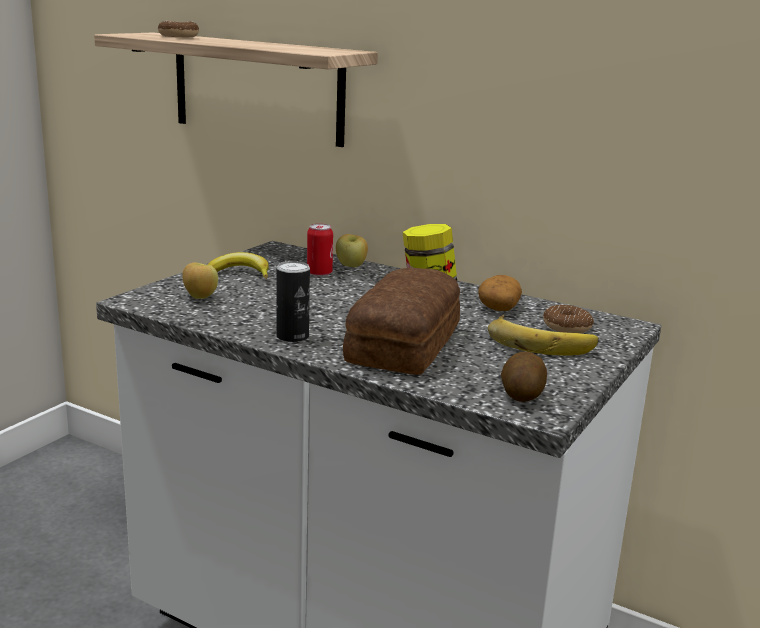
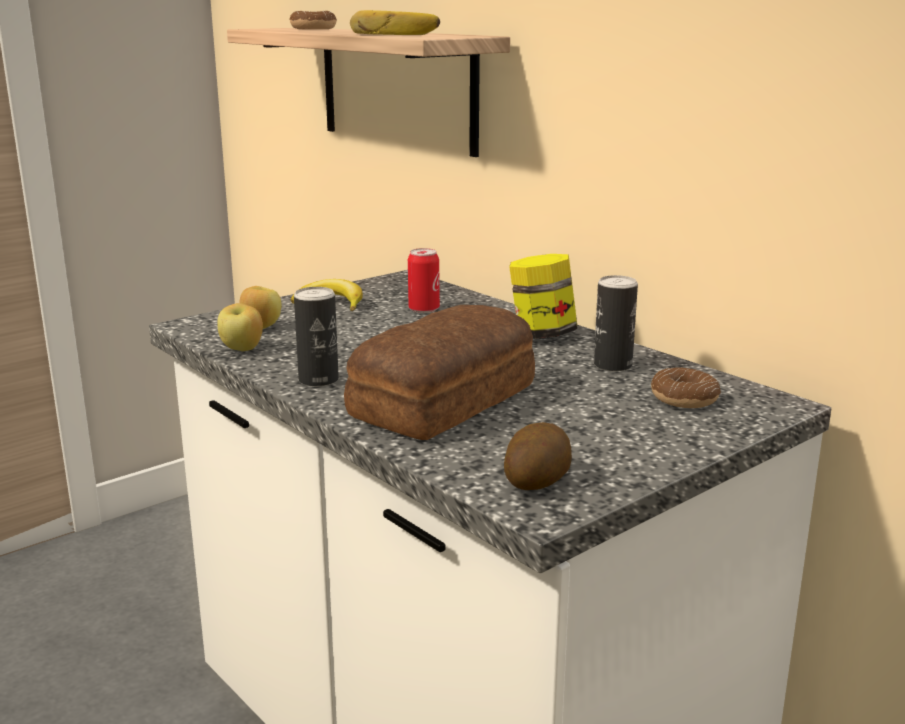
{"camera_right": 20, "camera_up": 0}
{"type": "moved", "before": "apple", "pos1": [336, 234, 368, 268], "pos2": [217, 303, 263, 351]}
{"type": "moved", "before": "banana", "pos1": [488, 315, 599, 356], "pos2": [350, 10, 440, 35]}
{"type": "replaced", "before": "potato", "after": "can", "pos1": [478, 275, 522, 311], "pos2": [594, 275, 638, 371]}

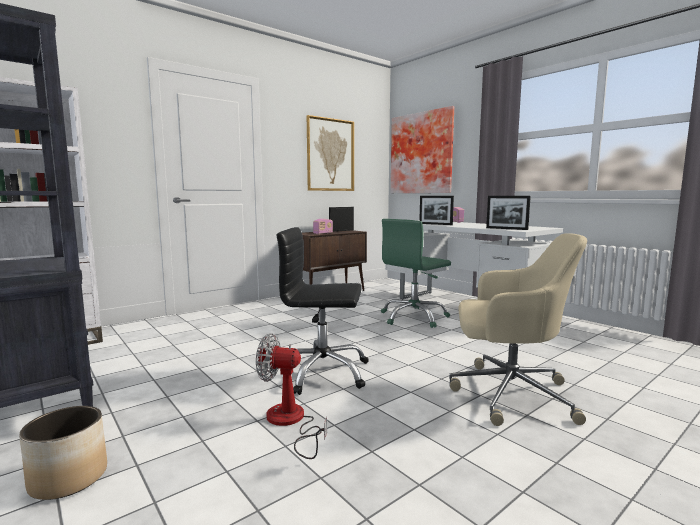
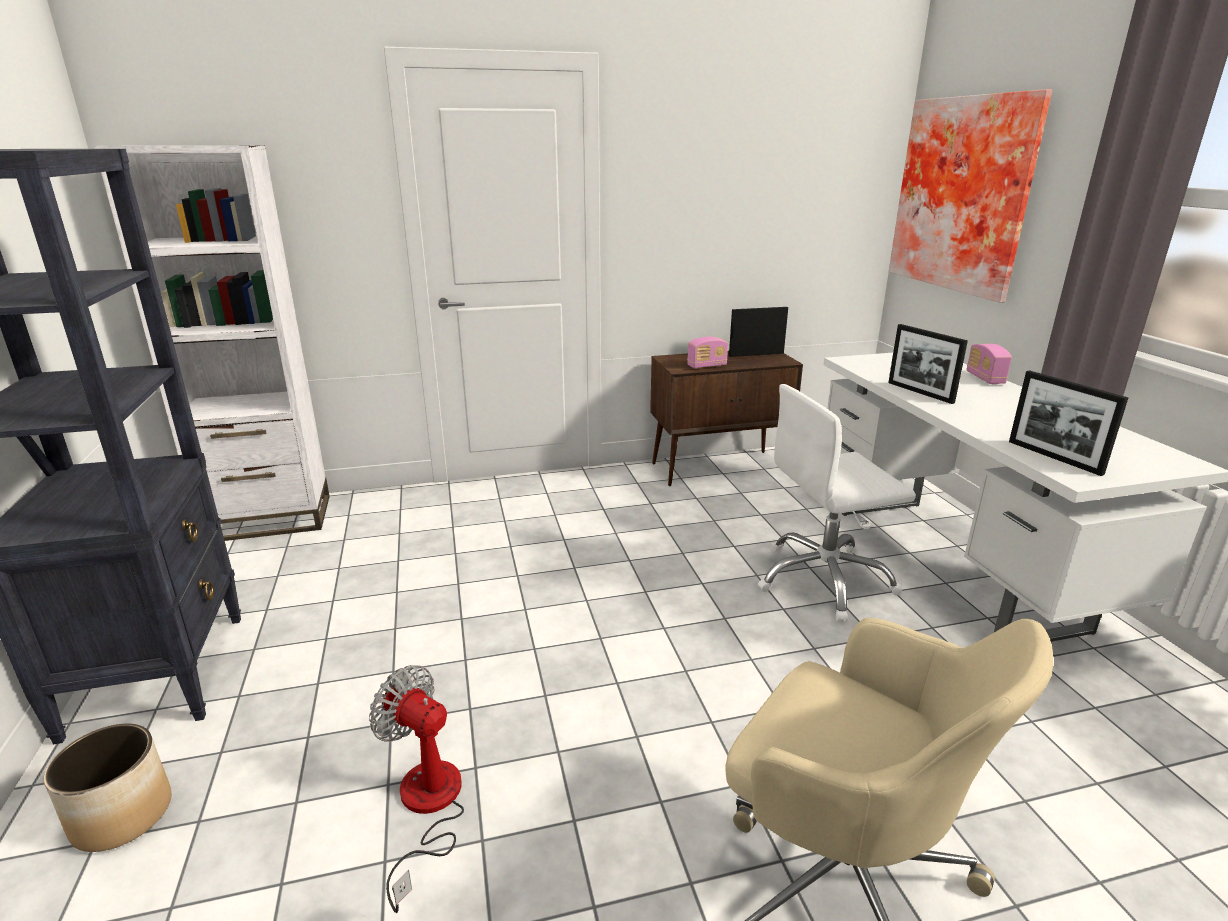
{"camera_right": 25, "camera_up": 15}
{"type": "recoloured", "before": "office chair (green)", "after": "office chair (white)", "pos1": [381, 219, 451, 328], "pos2": [758, 384, 916, 622]}
{"type": "removed", "before": "office chair (black)", "pos1": [271, 227, 369, 395]}
{"type": "removed", "before": "picture", "pos1": [307, 115, 354, 191]}

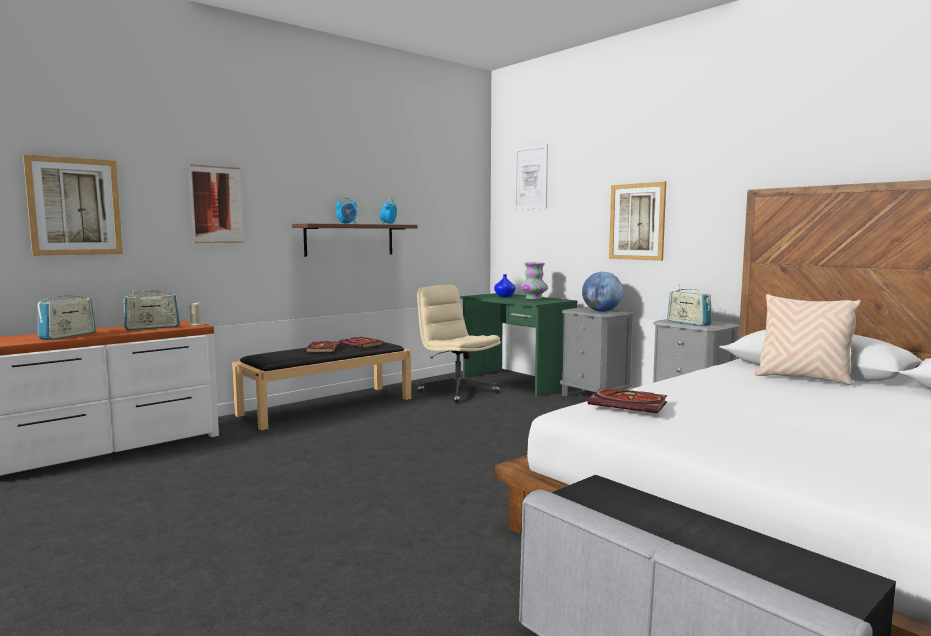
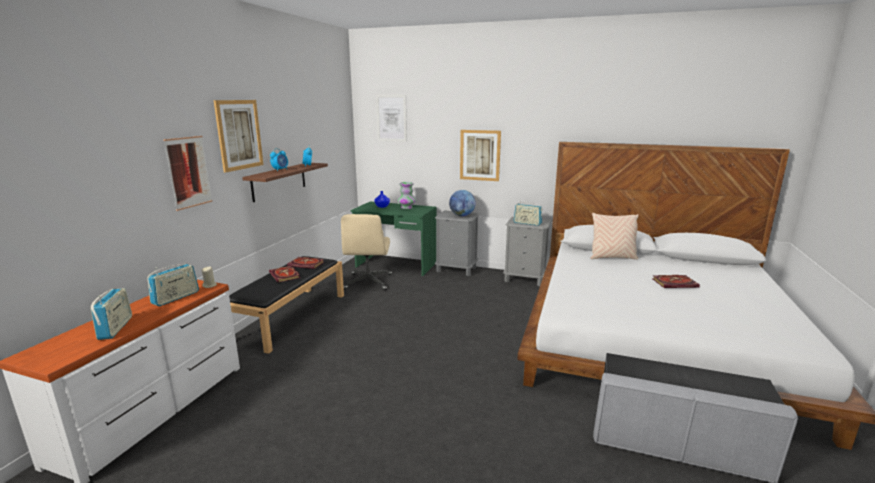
{"camera_right": -30, "camera_up": 10}
{"type": "moved", "before": "picture", "pos1": [23, 154, 123, 256], "pos2": [214, 100, 264, 173]}
{"type": "turned", "before": "office chair (beige)", "pos1": [417, 285, 501, 403], "pos2": [341, 214, 392, 291], "turn": -105}
{"type": "moved", "before": "book", "pos1": [588, 388, 668, 413], "pos2": [652, 275, 700, 288]}

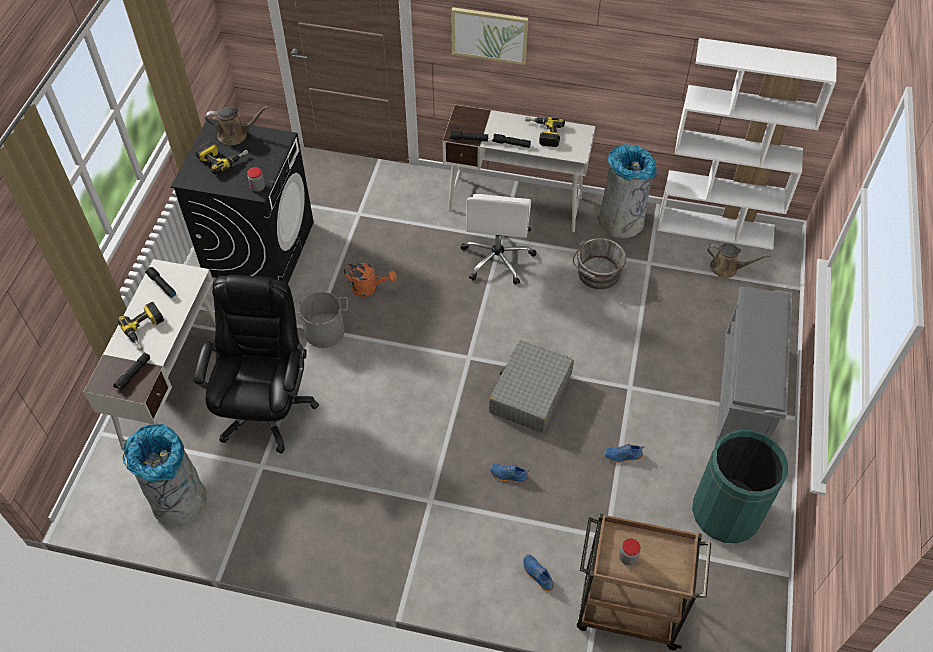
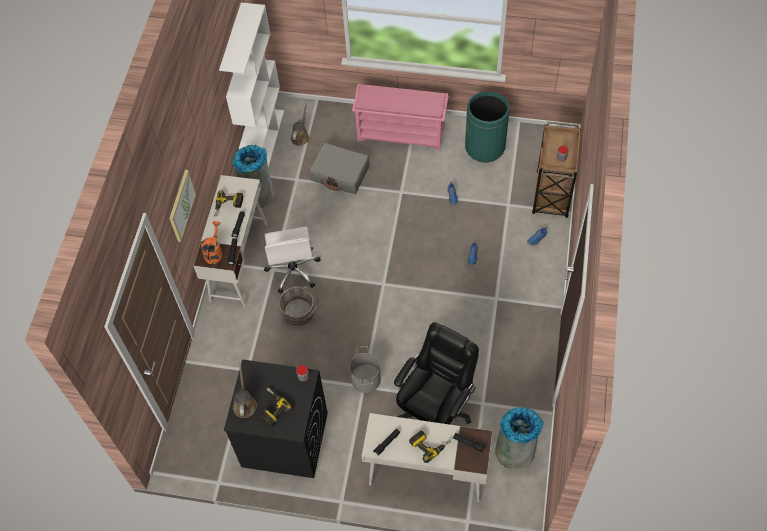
{"camera_right": -90, "camera_up": 5}
{"type": "moved", "before": "watering can (orange)", "pos1": [343, 263, 397, 297], "pos2": [201, 221, 222, 264]}
{"type": "turned", "before": "office chair (white)", "pos1": [460, 194, 537, 285], "pos2": [264, 227, 320, 293], "turn": 75}
{"type": "moved", "before": "bucket (grey)", "pos1": [573, 238, 626, 289], "pos2": [278, 286, 319, 325]}
{"type": "moved", "before": "suitcase (grey)", "pos1": [489, 340, 574, 433], "pos2": [309, 143, 369, 194]}
{"type": "recoloured", "before": "shoe rack (grey)", "after": "shoe rack (pink)", "pos1": [715, 286, 792, 446], "pos2": [352, 84, 449, 150]}
{"type": "turned", "before": "office chair (black)", "pos1": [193, 275, 319, 454], "pos2": [394, 322, 479, 424], "turn": 120}

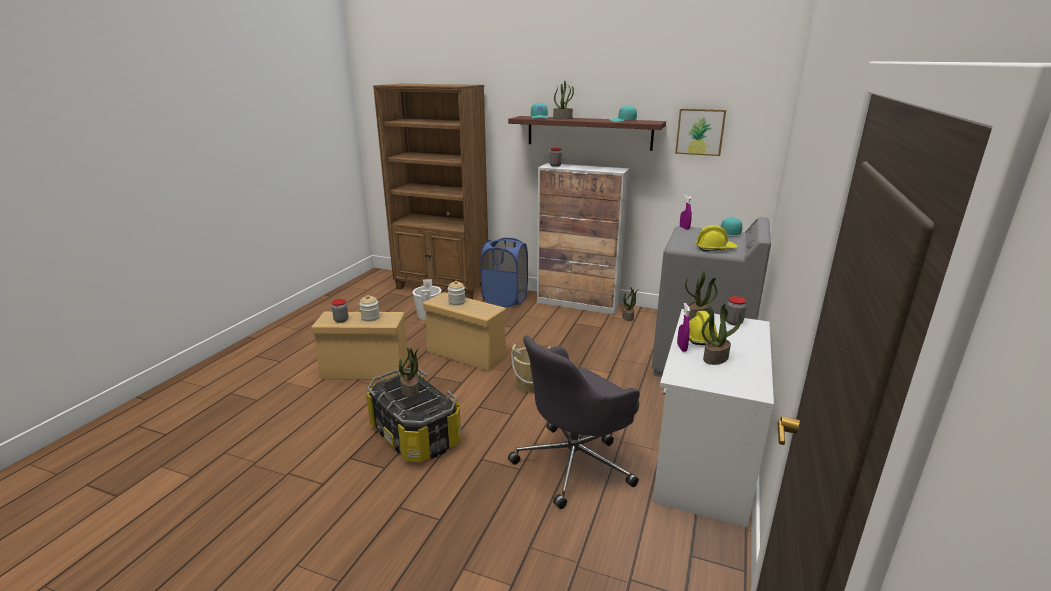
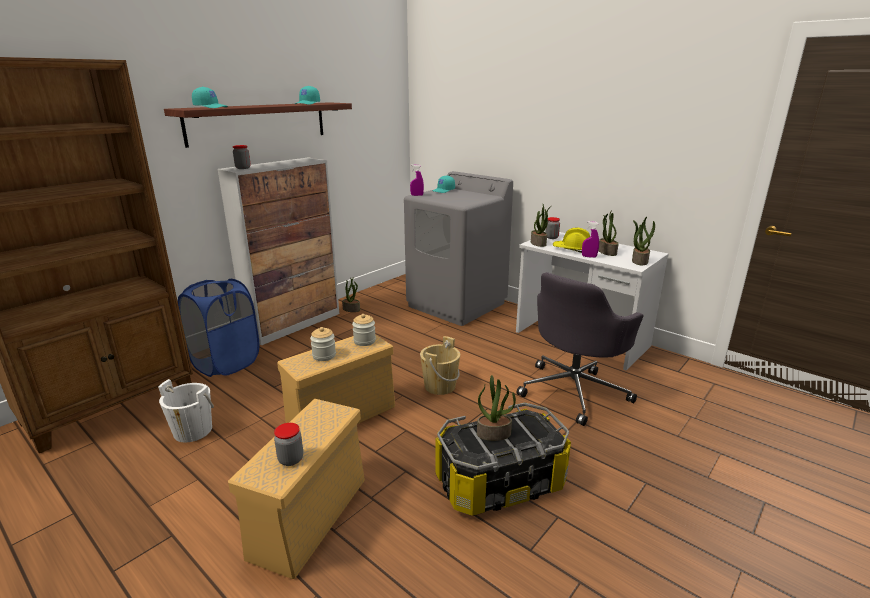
{"camera_right": -70, "camera_up": 0}
{"type": "moved", "before": "jar", "pos1": [359, 295, 380, 321], "pos2": [352, 314, 376, 346]}
{"type": "turned", "before": "office chair (grey)", "pos1": [508, 336, 640, 509], "pos2": [517, 272, 644, 426], "turn": 60}
{"type": "moved", "before": "potted plant", "pos1": [553, 81, 574, 119], "pos2": [632, 217, 655, 265]}
{"type": "removed", "before": "picture", "pos1": [675, 108, 726, 156]}
{"type": "removed", "before": "hard hat (yellow)", "pos1": [696, 225, 738, 252]}

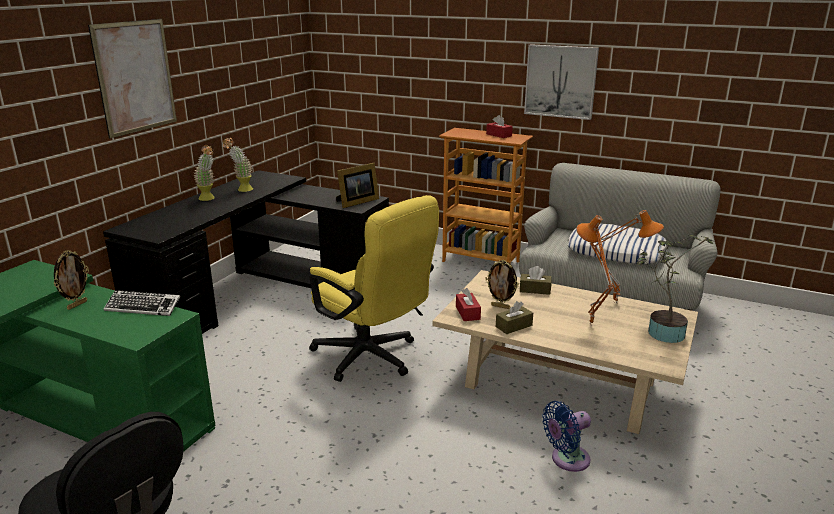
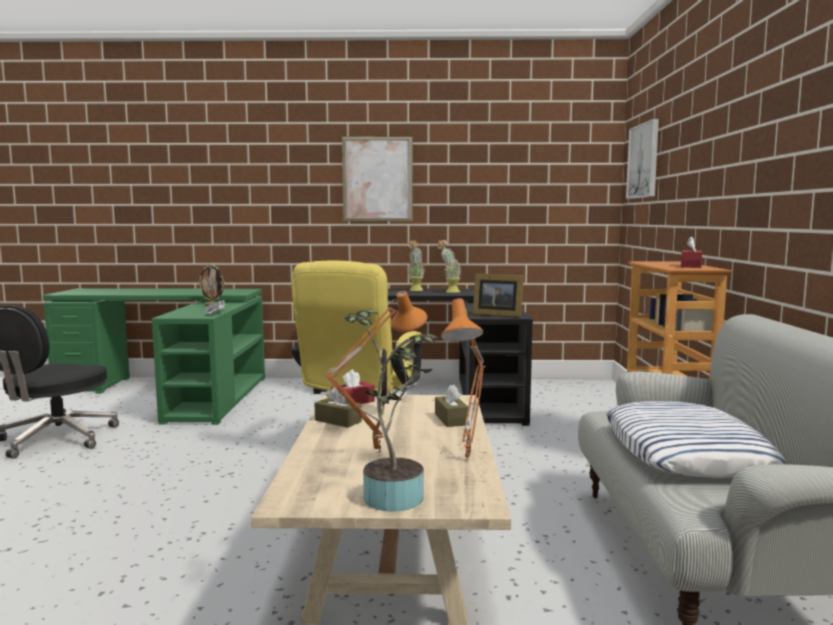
{"camera_right": 65, "camera_up": -15}
{"type": "moved", "before": "picture", "pos1": [524, 44, 599, 120], "pos2": [626, 119, 659, 199]}
{"type": "removed", "before": "fan (blue)", "pos1": [542, 401, 591, 472]}

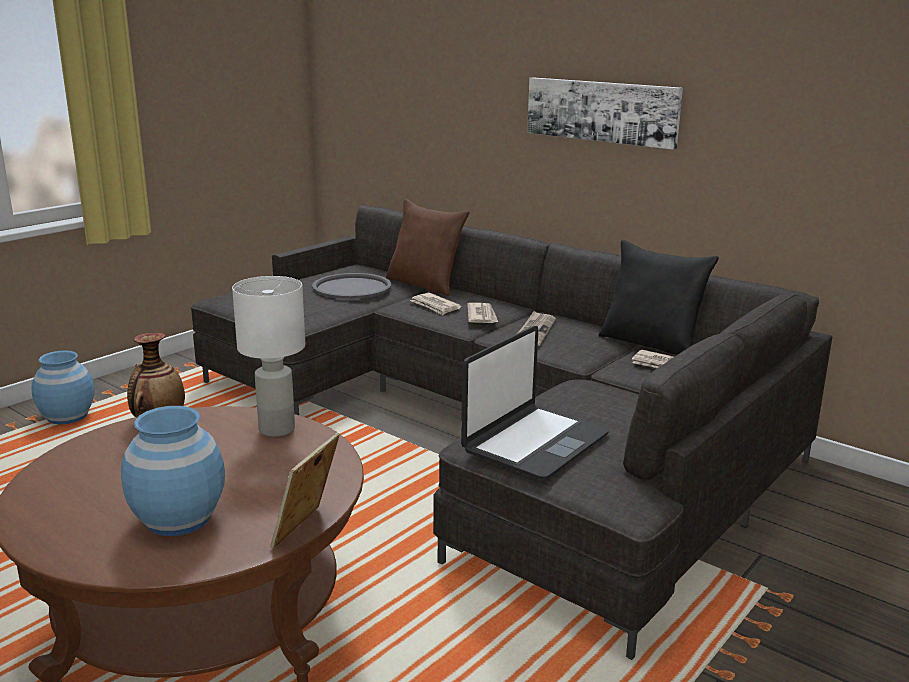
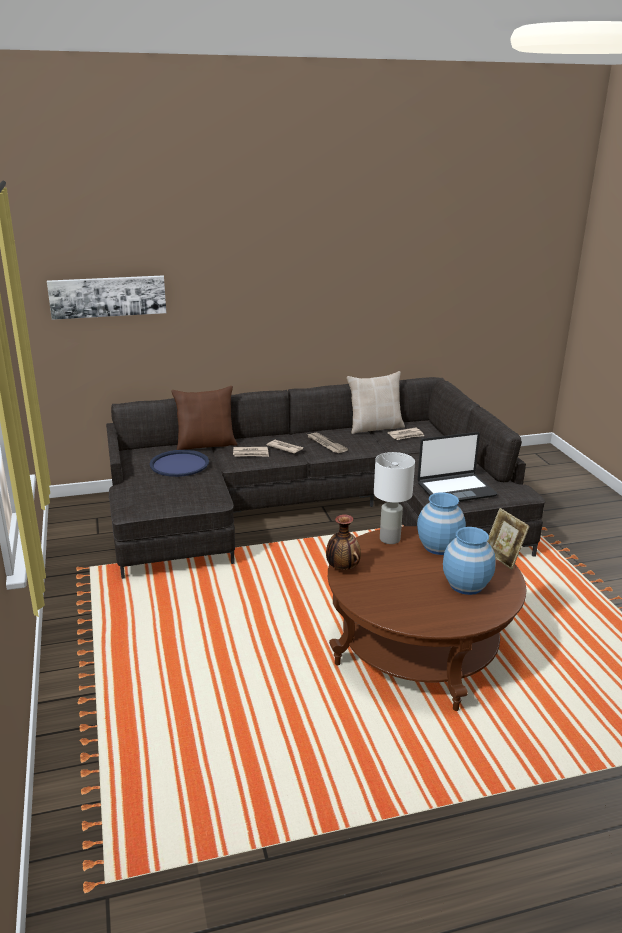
{"camera_right": -55, "camera_up": 5}
{"type": "moved", "before": "picture", "pos1": [527, 77, 683, 150], "pos2": [47, 275, 166, 320]}
{"type": "recoloured", "before": "tray (grey)", "after": "tray (blue)", "pos1": [312, 273, 391, 299], "pos2": [150, 450, 209, 477]}
{"type": "recoloured", "before": "pillow (black)", "after": "pillow (beige)", "pos1": [599, 240, 719, 355], "pos2": [347, 371, 405, 434]}
{"type": "turned", "before": "laptop", "pos1": [461, 326, 609, 480], "pos2": [417, 432, 497, 502], "turn": 90}
{"type": "moved", "before": "vase (blue)", "pos1": [31, 350, 94, 424], "pos2": [417, 492, 466, 555]}

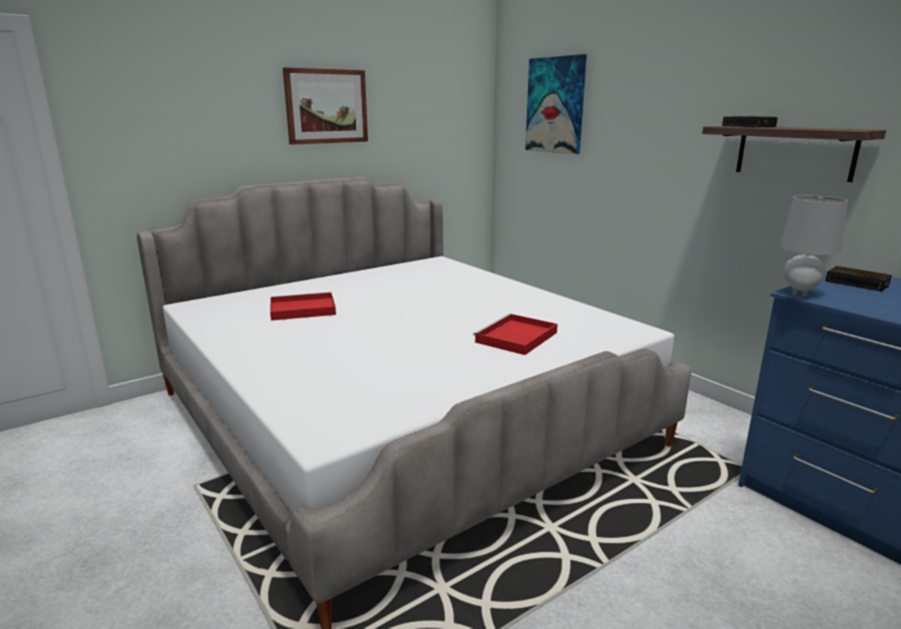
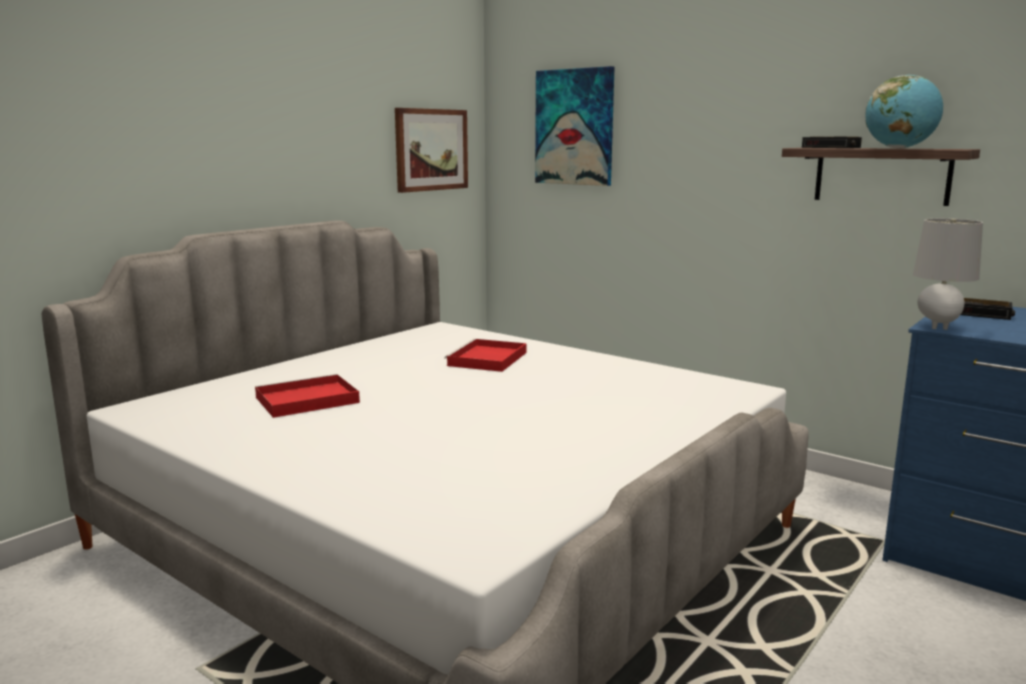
{"camera_right": -15, "camera_up": -5}
{"type": "moved", "before": "picture", "pos1": [283, 68, 368, 145], "pos2": [395, 108, 468, 193]}
{"type": "moved", "before": "tray (red)", "pos1": [473, 314, 558, 355], "pos2": [445, 339, 526, 372]}
{"type": "added", "after": "globe", "pos2": [866, 75, 943, 149]}

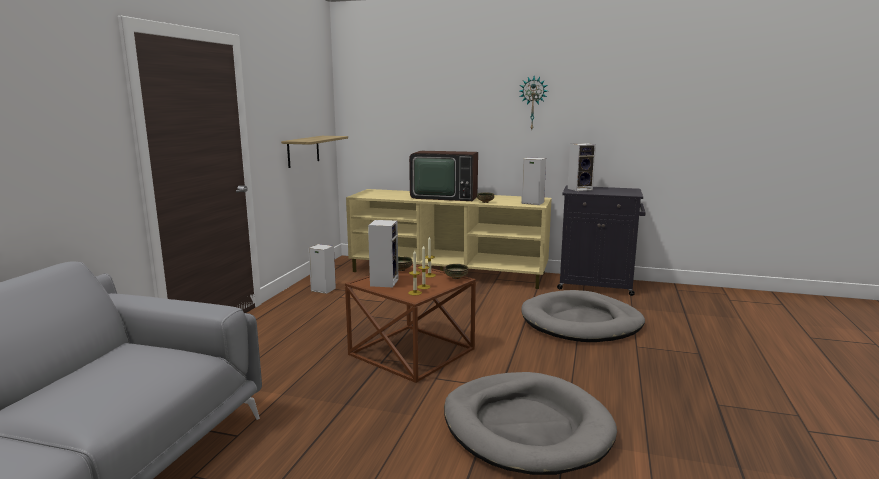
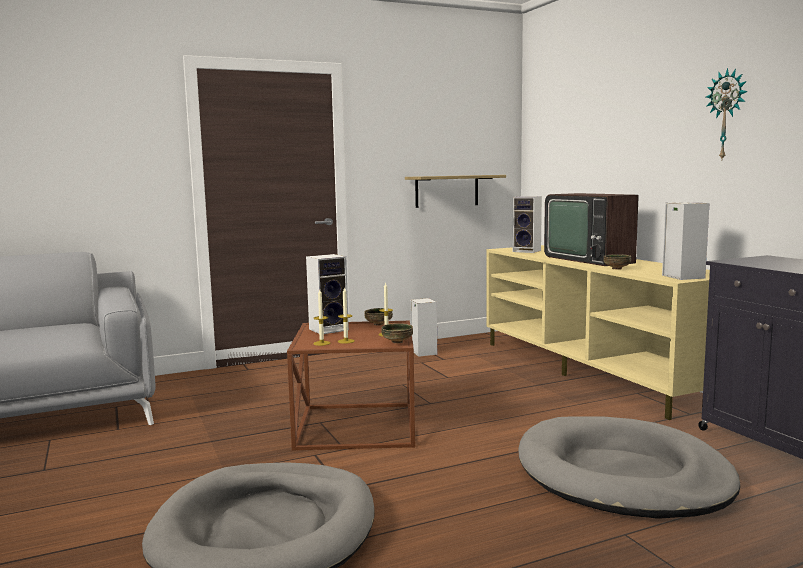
{"camera_right": 50, "camera_up": -5}
{"type": "moved", "before": "speaker", "pos1": [568, 143, 596, 191], "pos2": [512, 196, 542, 253]}

